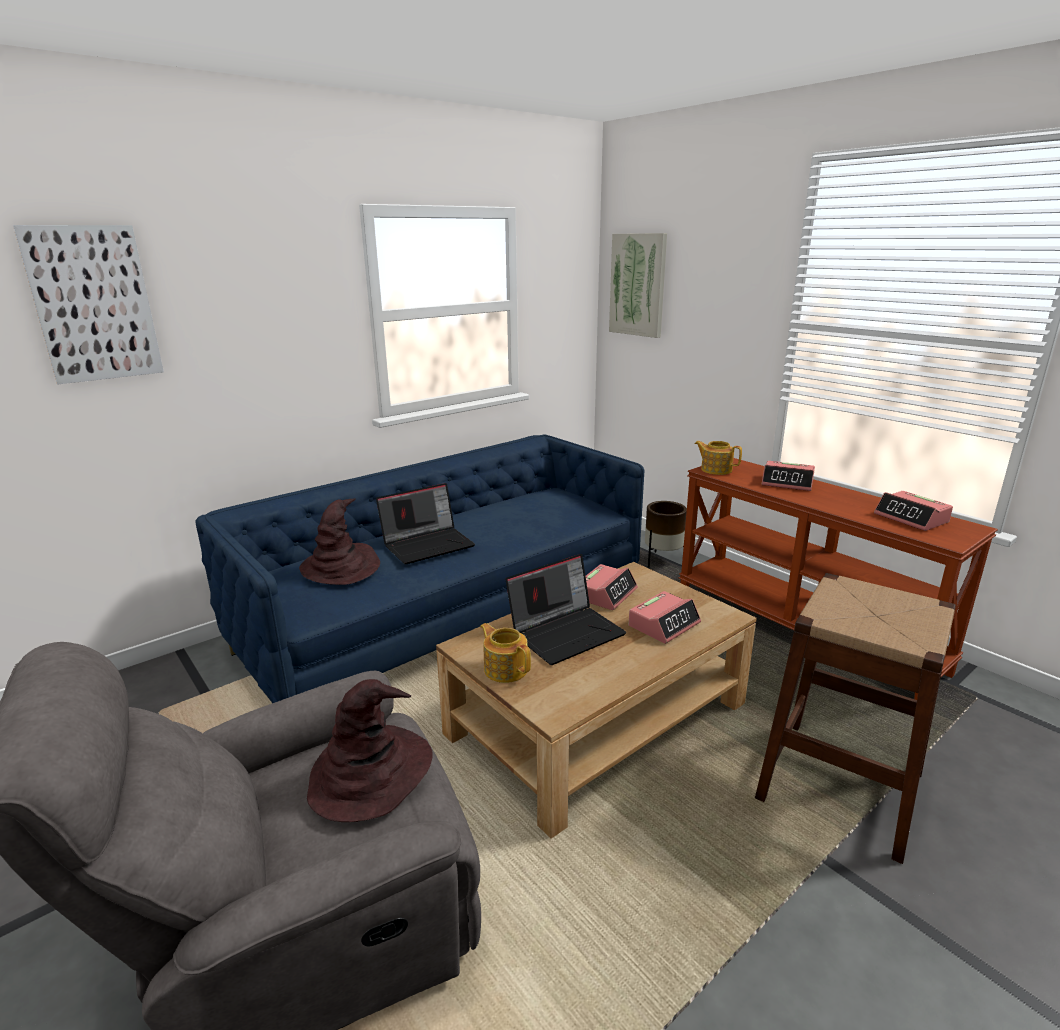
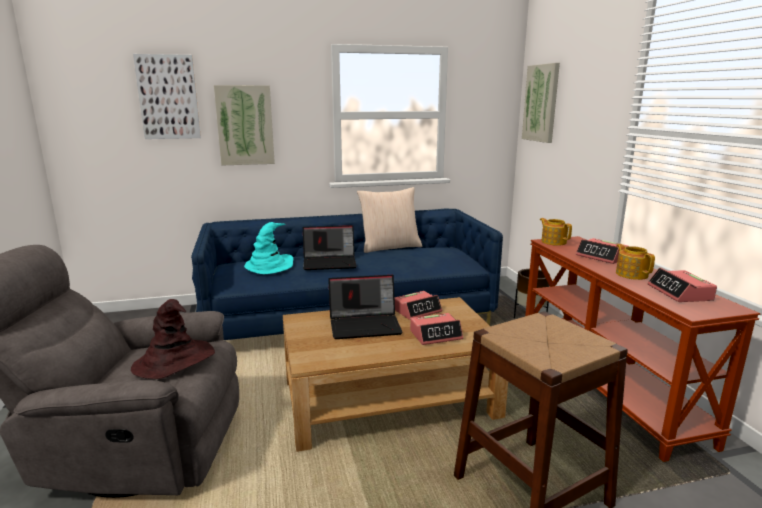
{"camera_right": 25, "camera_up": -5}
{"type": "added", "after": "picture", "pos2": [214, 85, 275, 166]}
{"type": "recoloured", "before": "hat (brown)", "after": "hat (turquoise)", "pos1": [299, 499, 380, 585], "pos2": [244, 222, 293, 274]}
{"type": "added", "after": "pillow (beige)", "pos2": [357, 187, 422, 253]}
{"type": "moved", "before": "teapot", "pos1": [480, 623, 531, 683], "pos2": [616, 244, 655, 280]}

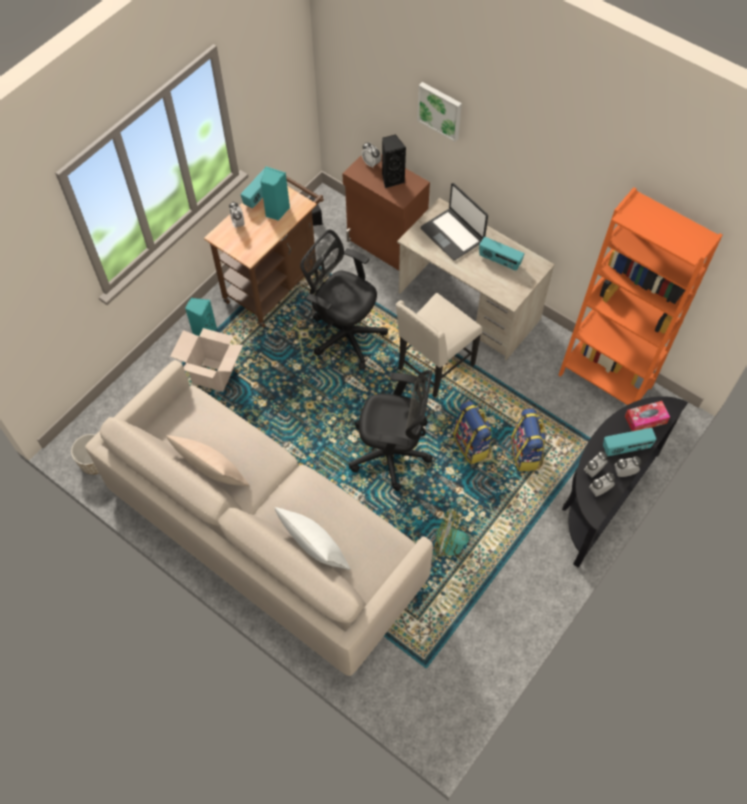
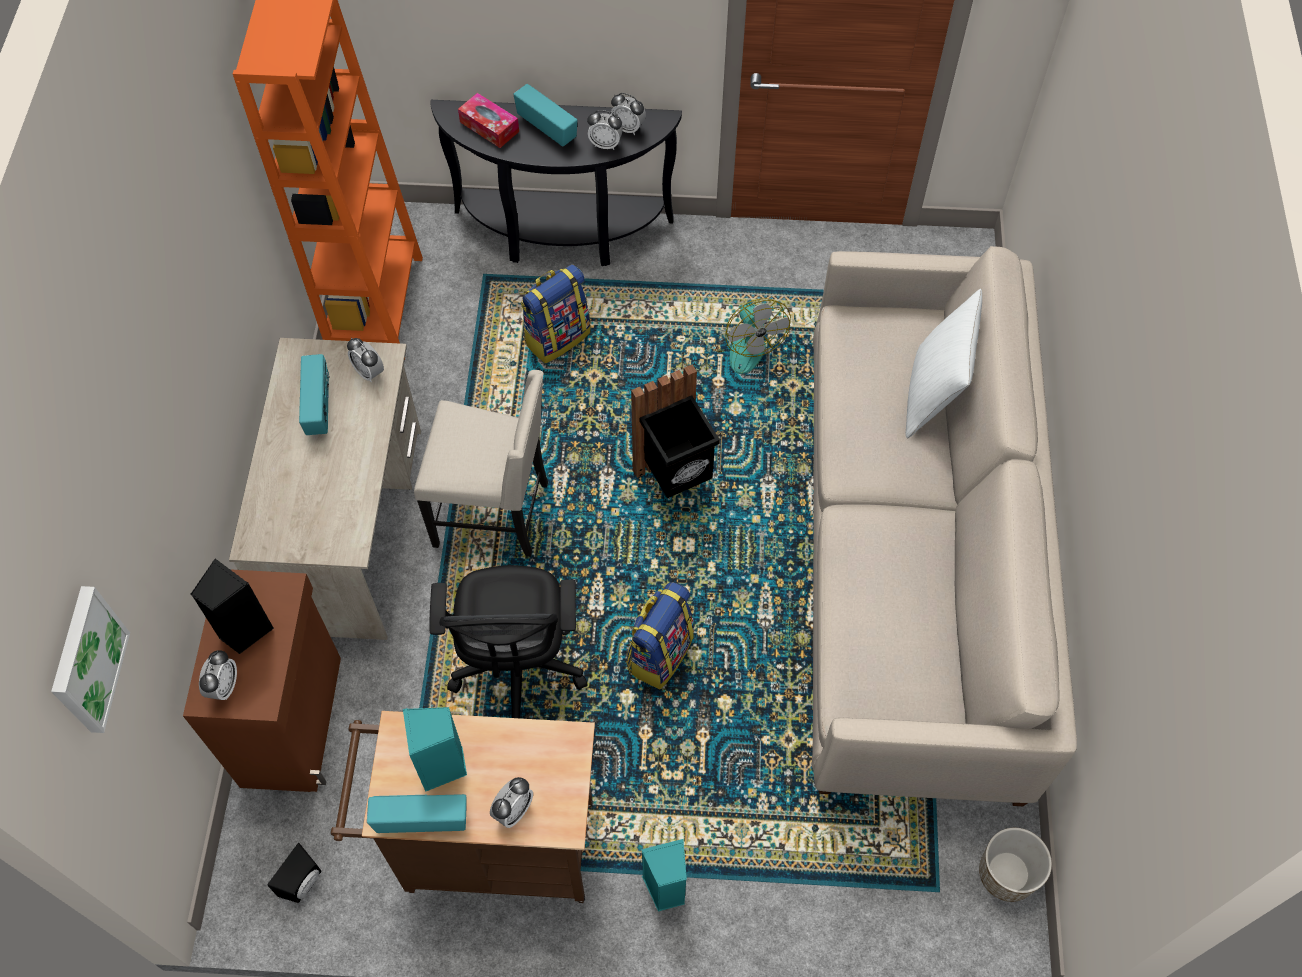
{"camera_right": -125, "camera_up": 0}
{"type": "moved", "before": "picture", "pos1": [417, 82, 462, 142], "pos2": [51, 586, 130, 733]}
{"type": "moved", "before": "alarm clock", "pos1": [614, 456, 641, 477], "pos2": [347, 338, 384, 382]}
{"type": "moved", "before": "backpack", "pos1": [453, 401, 493, 464], "pos2": [626, 582, 694, 689]}
{"type": "replaced", "before": "office chair (black)", "after": "trash can (black)", "pos1": [349, 370, 433, 491], "pos2": [631, 364, 720, 498]}
{"type": "removed", "before": "pillow (beige)", "pos1": [166, 435, 249, 486]}
{"type": "removed", "before": "cardboard box", "pos1": [170, 328, 243, 392]}
{"type": "removed", "before": "laptop", "pos1": [420, 183, 488, 260]}

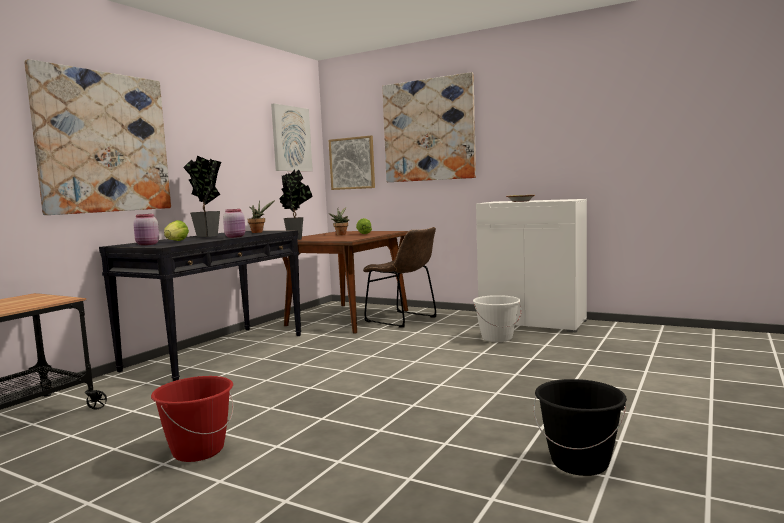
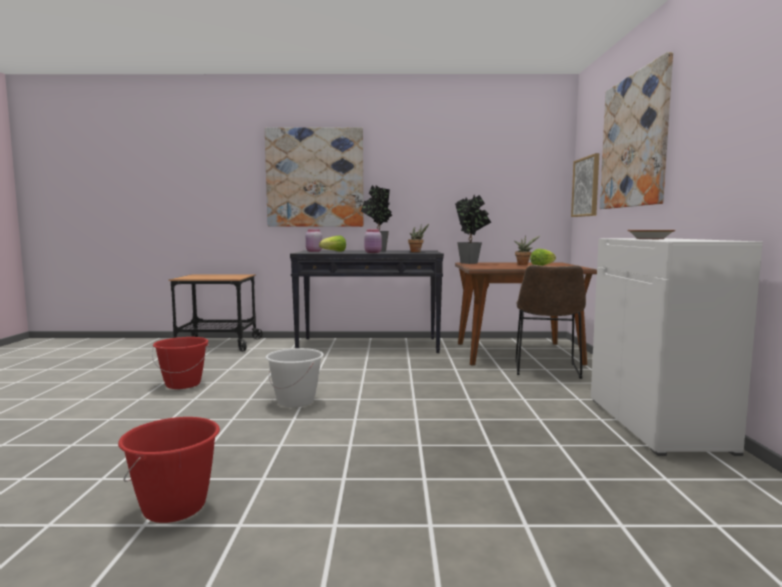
{"camera_right": 60, "camera_up": 0}
{"type": "recoloured", "before": "bucket (black)", "after": "bucket (red)", "pos1": [534, 379, 627, 476], "pos2": [118, 417, 220, 523]}
{"type": "moved", "before": "bucket (white)", "pos1": [473, 295, 521, 342], "pos2": [265, 348, 324, 408]}
{"type": "removed", "before": "picture", "pos1": [271, 104, 313, 171]}

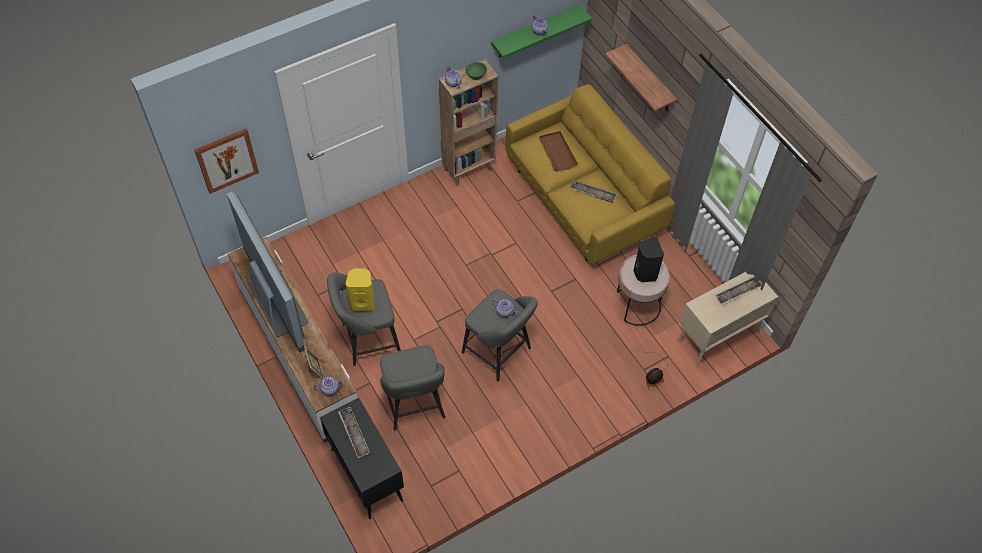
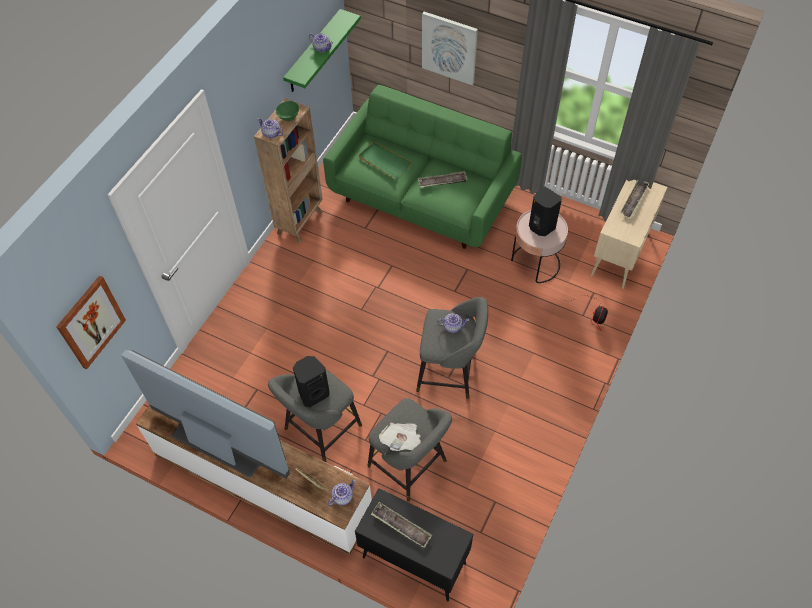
{"camera_right": -30, "camera_up": 0}
{"type": "recoloured", "before": "speaker (yellow)", "after": "speaker (black)", "pos1": [345, 269, 375, 311], "pos2": [293, 356, 330, 408]}
{"type": "recoloured", "before": "sofa (yellow)", "after": "sofa (green)", "pos1": [505, 84, 675, 264], "pos2": [323, 85, 522, 249]}
{"type": "recoloured", "before": "tray (brown)", "after": "tray (green)", "pos1": [539, 131, 578, 172], "pos2": [359, 142, 412, 179]}
{"type": "added", "after": "newspaper", "pos2": [379, 423, 421, 451]}
{"type": "replaced", "before": "shelf", "after": "picture", "pos1": [605, 44, 677, 111], "pos2": [422, 12, 478, 85]}

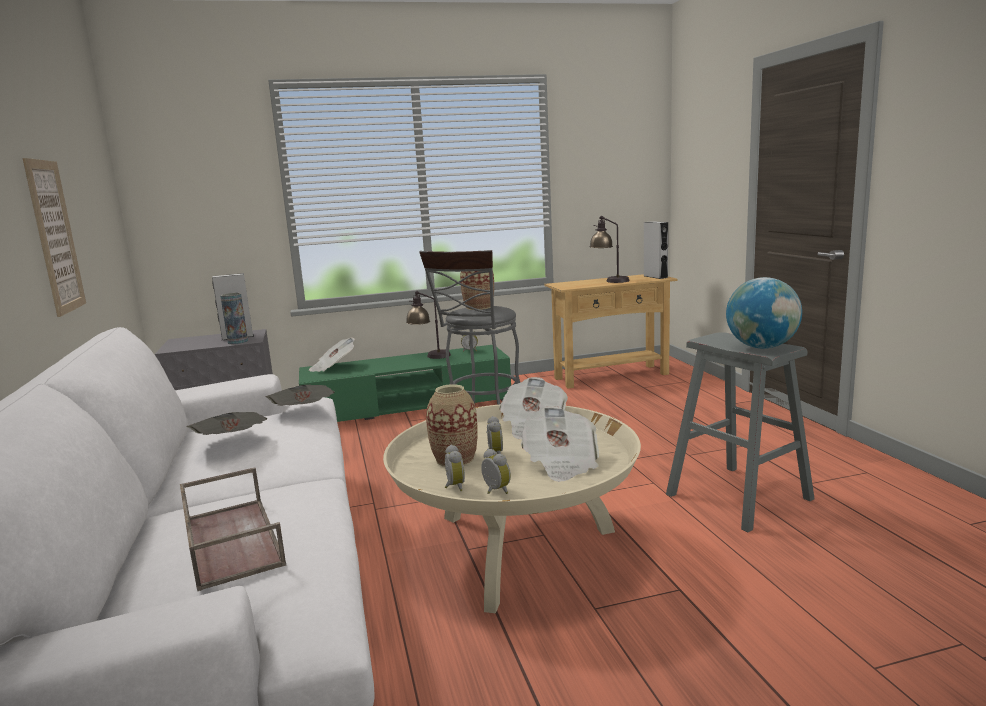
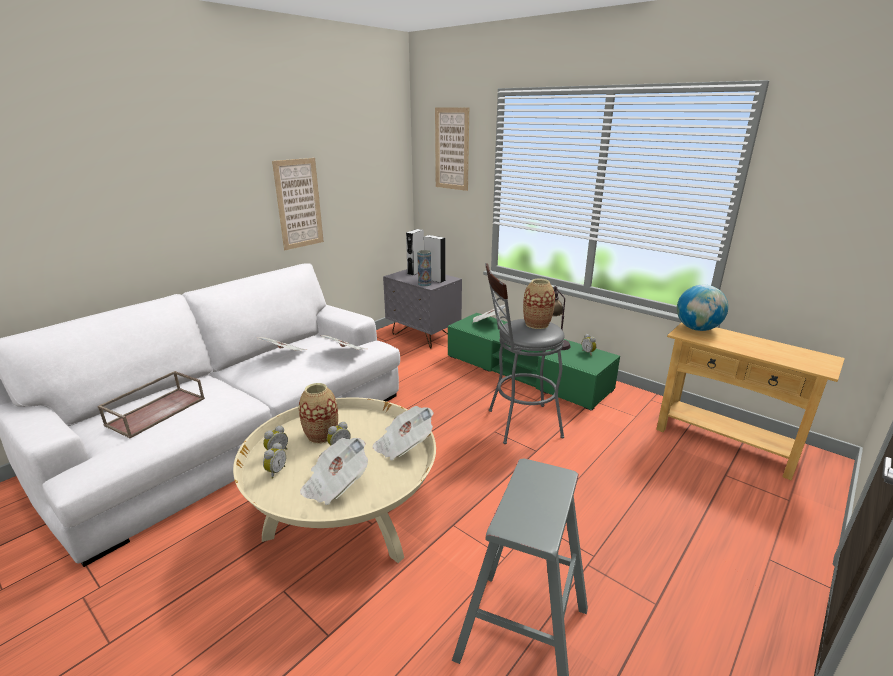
{"camera_right": 55, "camera_up": 10}
{"type": "moved", "before": "speaker (grey)", "pos1": [644, 221, 668, 279], "pos2": [406, 229, 424, 276]}
{"type": "added", "after": "picture", "pos2": [435, 107, 469, 191]}
{"type": "moved", "before": "globe", "pos1": [726, 277, 802, 349], "pos2": [677, 285, 728, 331]}
{"type": "removed", "before": "table lamp", "pos1": [590, 216, 630, 283]}

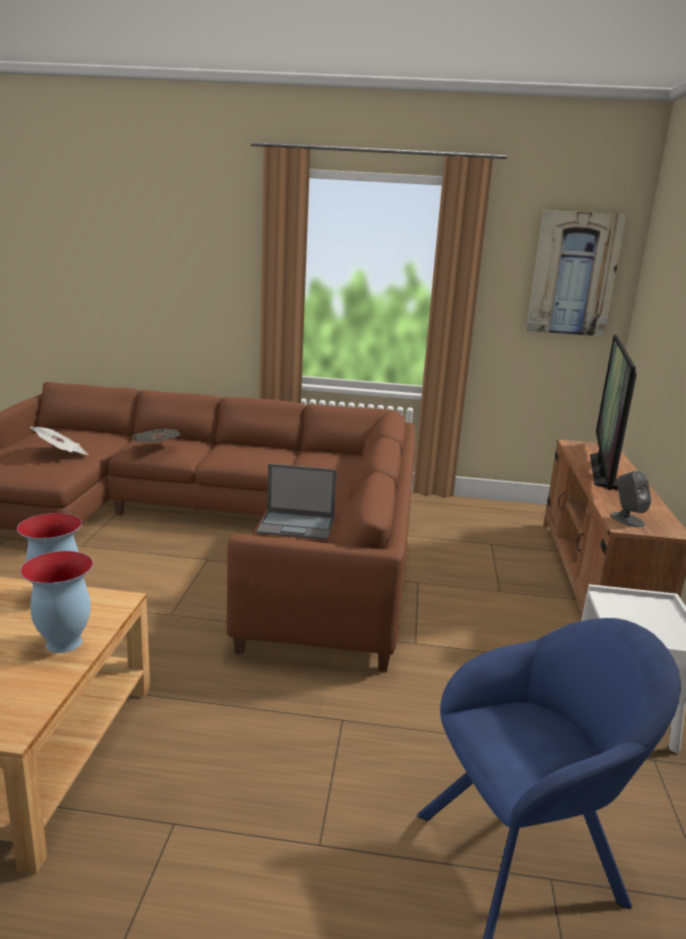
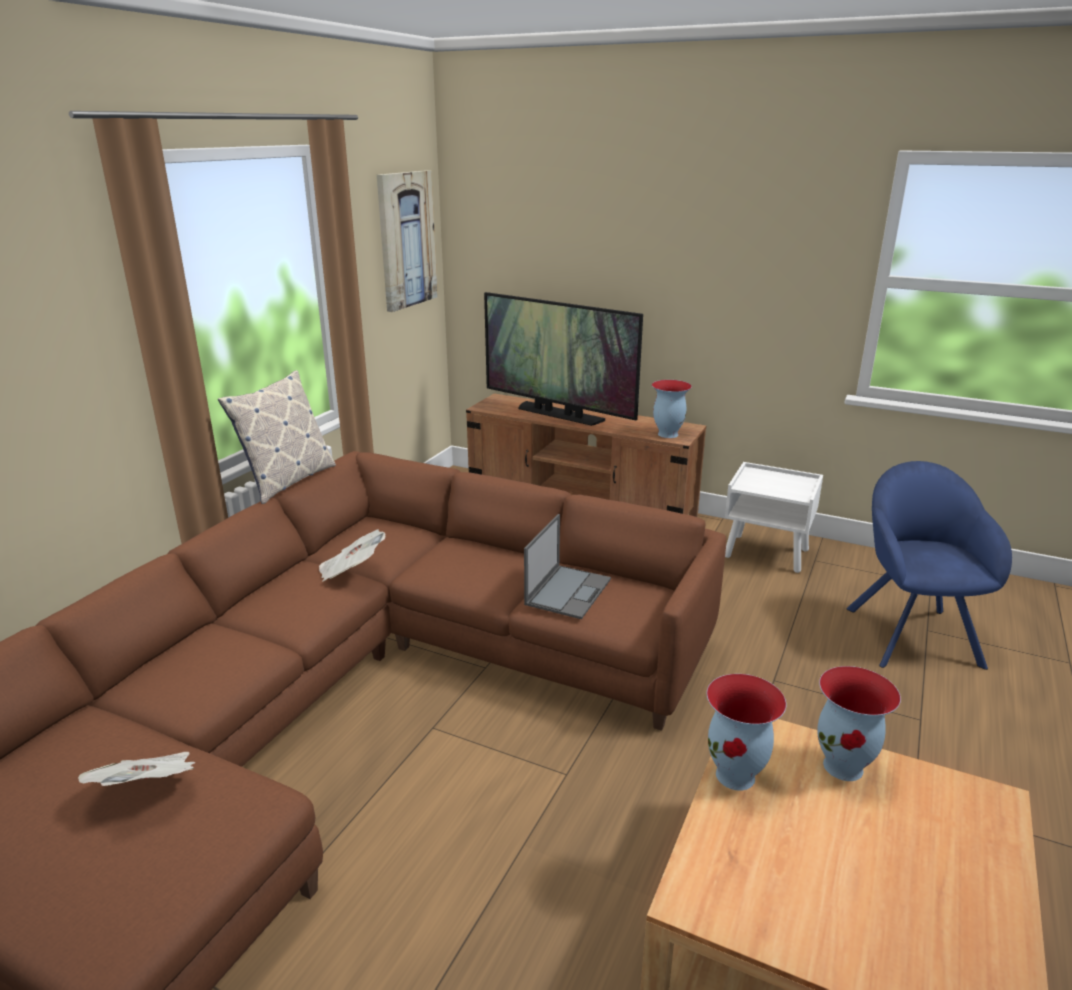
{"camera_right": -70, "camera_up": 5}
{"type": "added", "after": "pillow", "pos2": [218, 370, 336, 504]}
{"type": "moved", "before": "newspaper", "pos1": [132, 429, 181, 442], "pos2": [319, 529, 385, 581]}
{"type": "replaced", "before": "speaker (grey)", "after": "vase", "pos1": [610, 470, 651, 527], "pos2": [652, 380, 692, 438]}

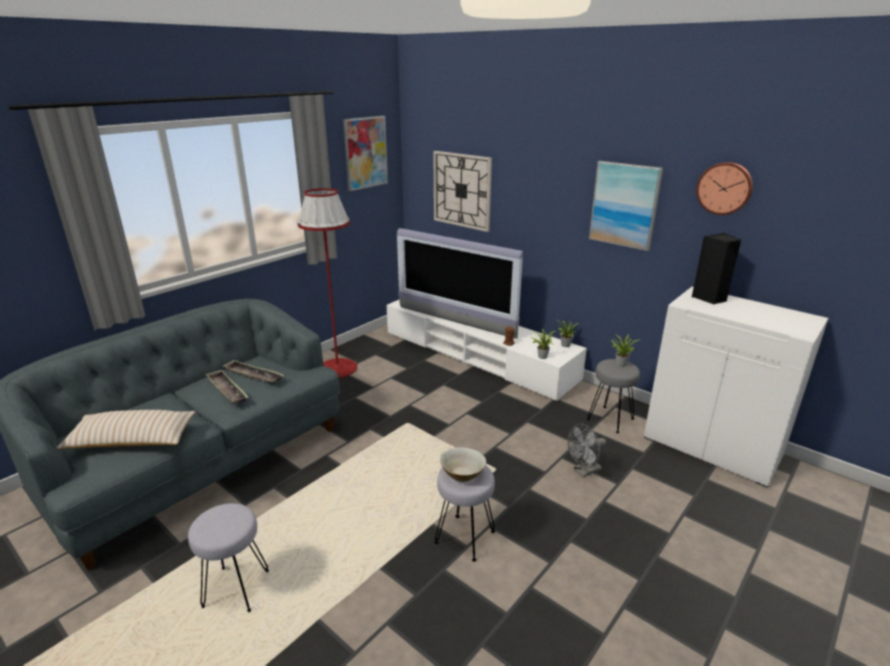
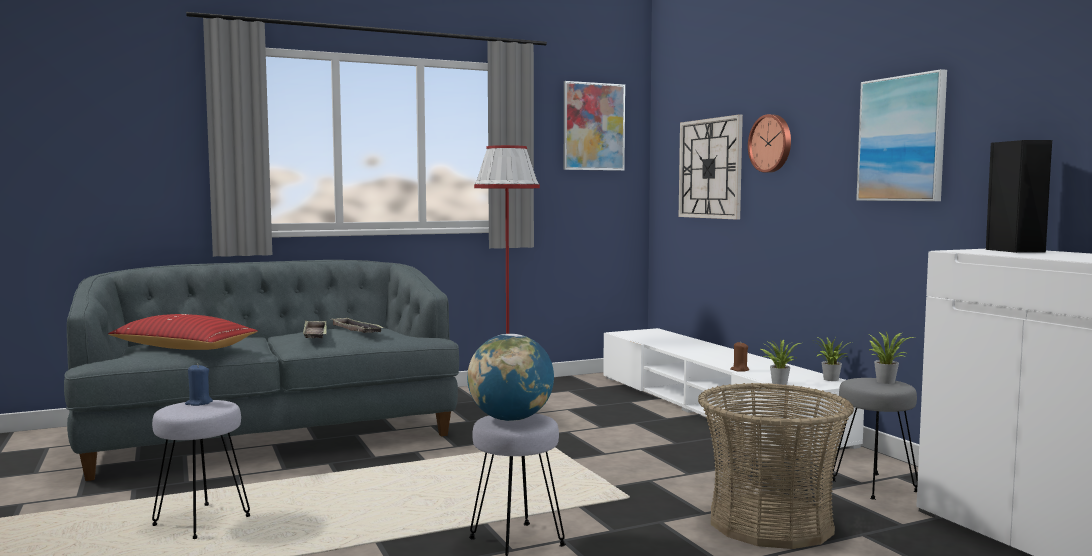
{"camera_right": 25, "camera_up": -20}
{"type": "recoloured", "before": "pillow (beige)", "after": "pillow (red)", "pos1": [57, 410, 196, 449], "pos2": [108, 314, 258, 350]}
{"type": "added", "after": "candle (blue)", "pos2": [185, 364, 213, 406]}
{"type": "replaced", "before": "bowl (beige)", "after": "globe", "pos1": [440, 447, 486, 482], "pos2": [467, 334, 554, 421]}
{"type": "replaced", "before": "fan (grey)", "after": "basket", "pos1": [568, 424, 606, 477], "pos2": [698, 383, 854, 549]}
{"type": "moved", "before": "wall clock", "pos1": [696, 162, 753, 215], "pos2": [748, 114, 791, 173]}
{"type": "removed", "before": "television", "pos1": [397, 228, 523, 339]}

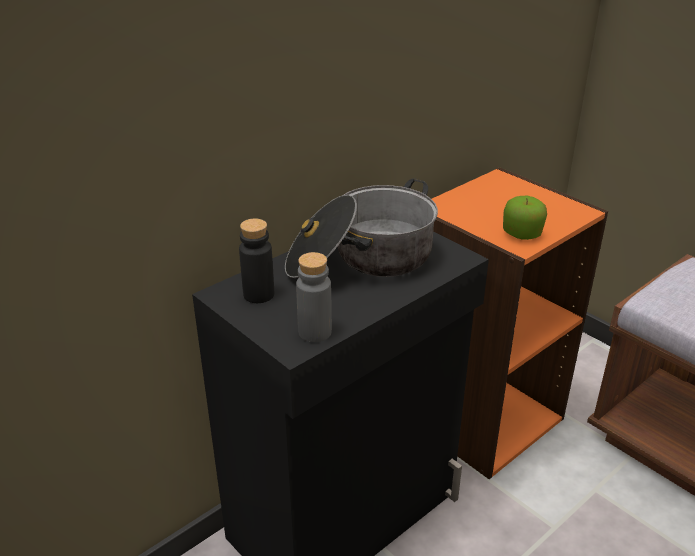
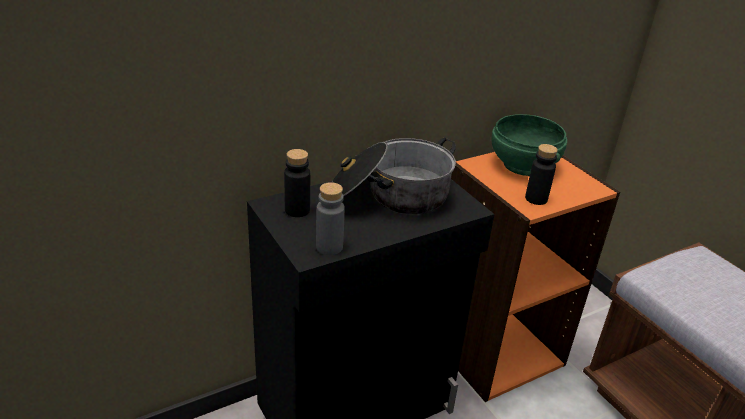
{"camera_right": 10, "camera_up": 0}
{"type": "added", "after": "bowl (green)", "pos2": [492, 114, 567, 176]}
{"type": "replaced", "before": "apple", "after": "bottle (black)", "pos1": [503, 196, 547, 240], "pos2": [525, 144, 558, 205]}

